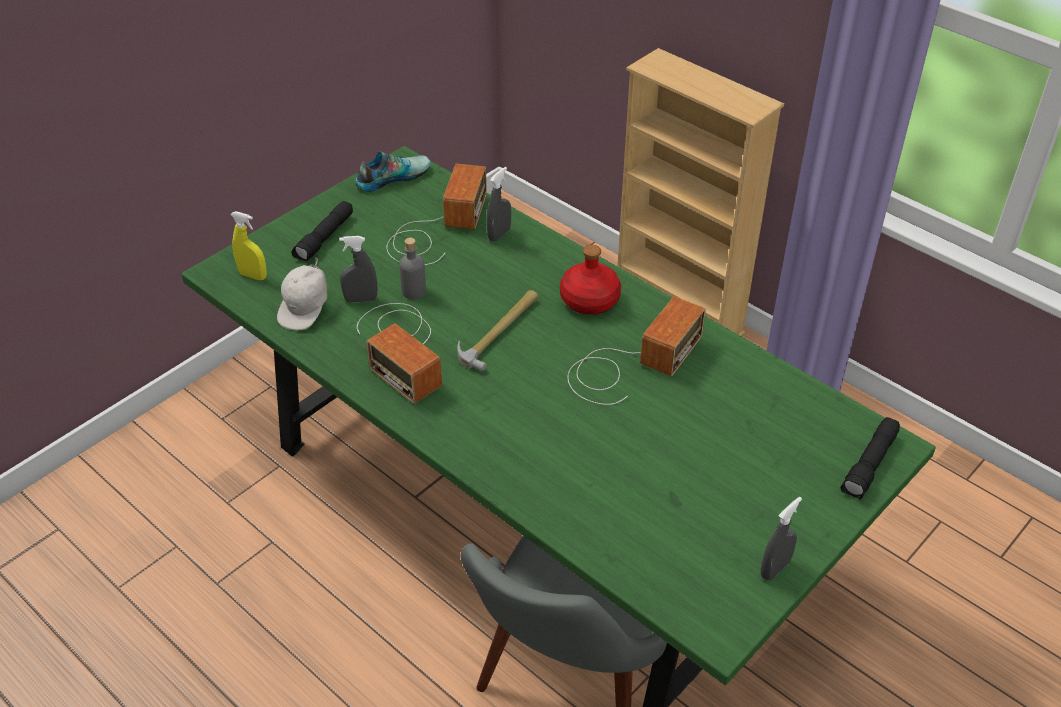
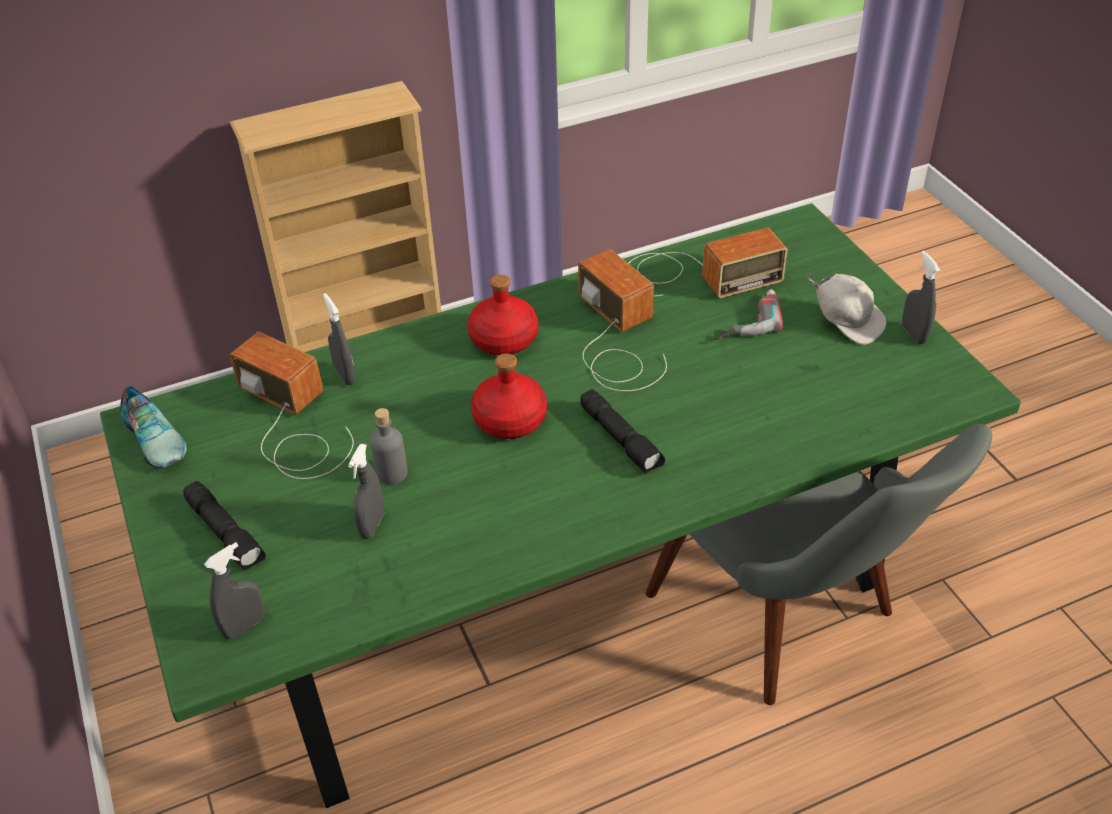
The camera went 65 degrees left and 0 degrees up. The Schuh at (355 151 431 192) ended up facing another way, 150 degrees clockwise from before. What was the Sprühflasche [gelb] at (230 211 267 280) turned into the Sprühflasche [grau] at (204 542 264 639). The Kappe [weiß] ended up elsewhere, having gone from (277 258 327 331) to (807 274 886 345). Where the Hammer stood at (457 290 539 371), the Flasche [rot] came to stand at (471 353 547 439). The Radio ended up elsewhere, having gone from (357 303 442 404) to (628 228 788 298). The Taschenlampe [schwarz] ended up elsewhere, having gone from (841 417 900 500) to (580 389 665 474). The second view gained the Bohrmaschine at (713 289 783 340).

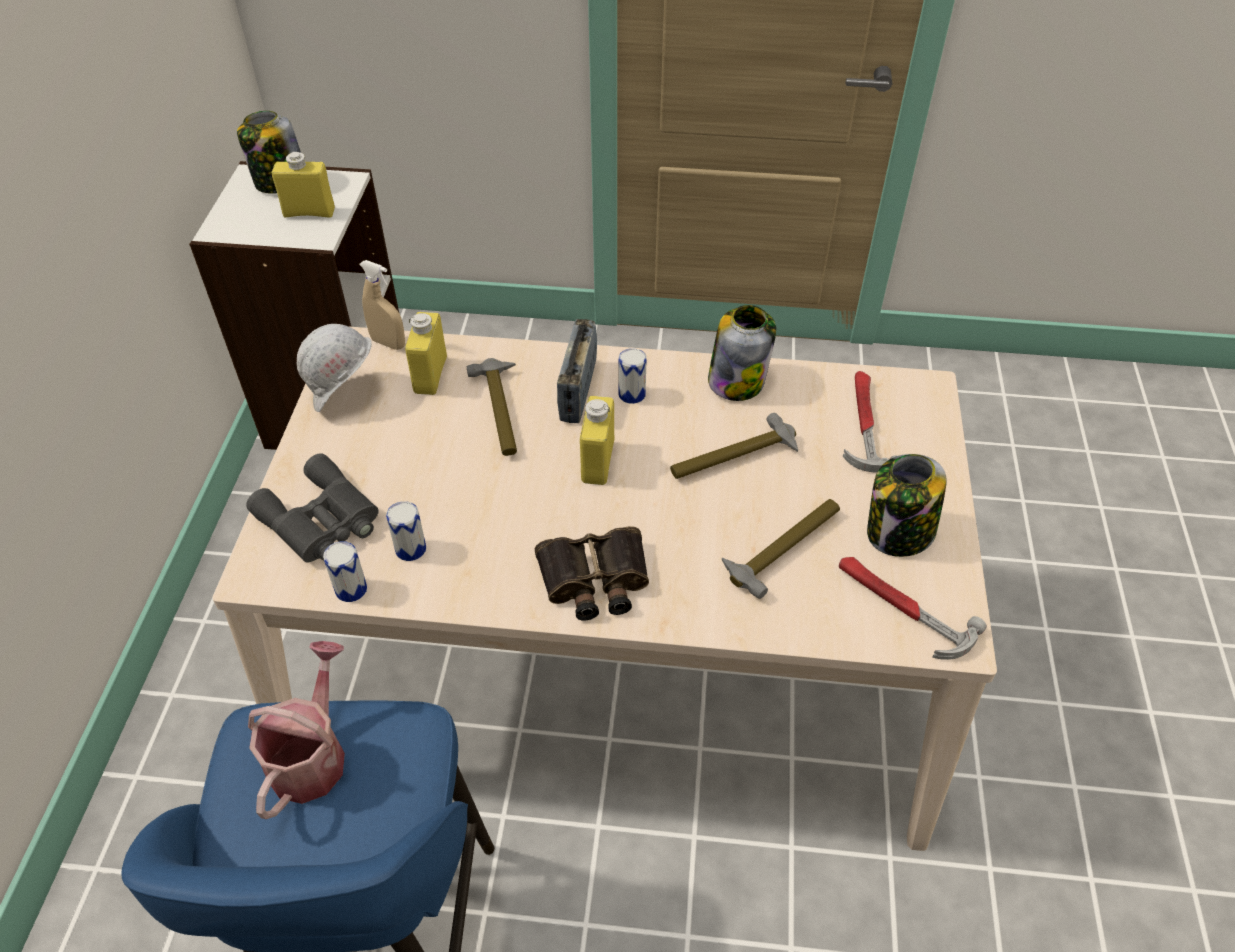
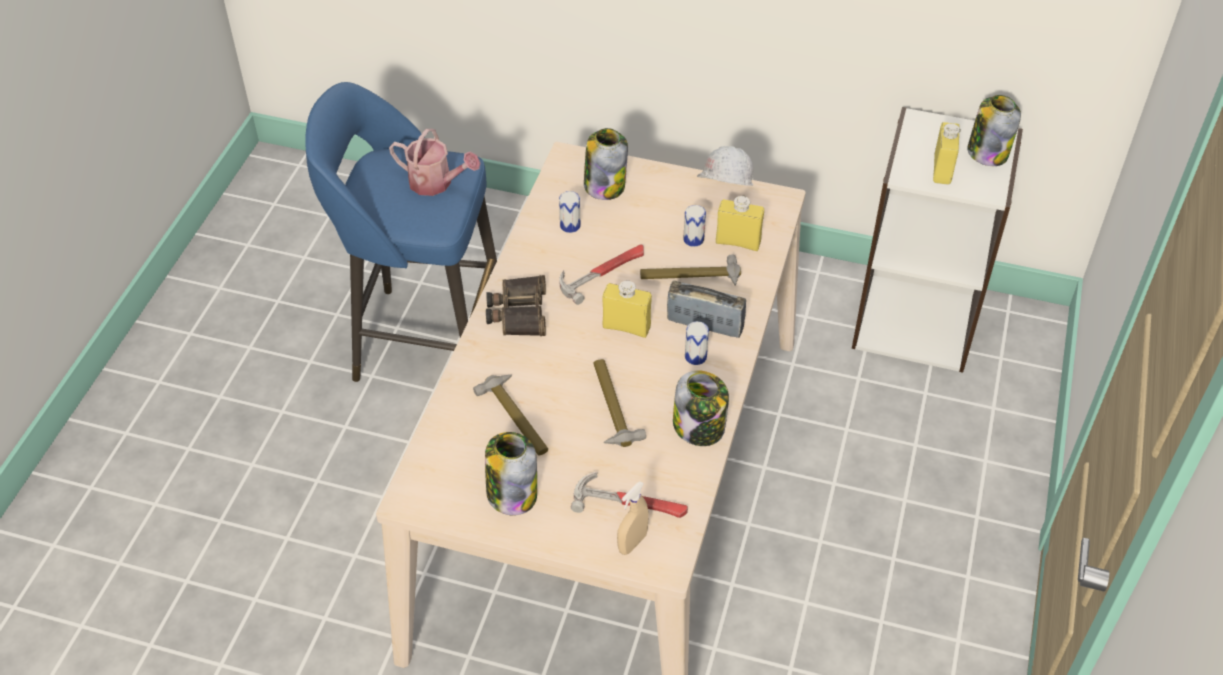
The camera went 100 degrees right and 0 degrees up. The Sprühflasche [beige] ended up elsewhere, having gone from (359 260 405 350) to (617 481 649 555). Where the Fernglas [grau] stood at (246 453 379 563), the Vorratsglas came to stand at (584 128 628 200). The Dose ended up elsewhere, having gone from (323 541 367 602) to (683 205 706 247). The Hammer ended up elsewhere, having gone from (839 557 987 660) to (559 244 644 305).

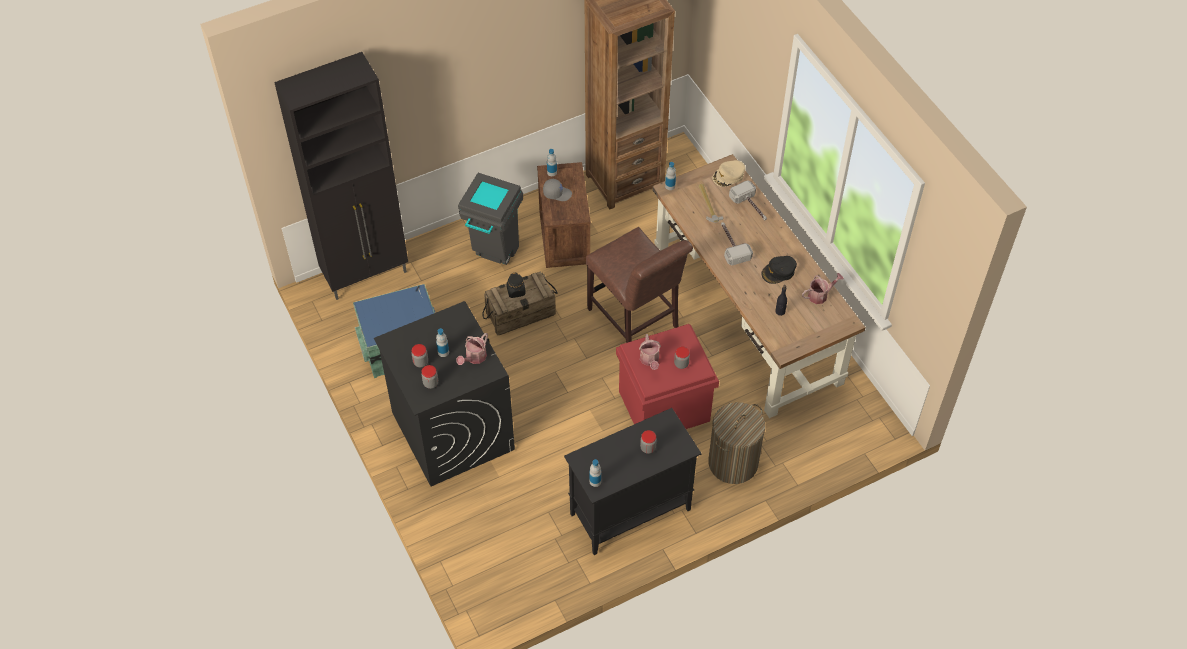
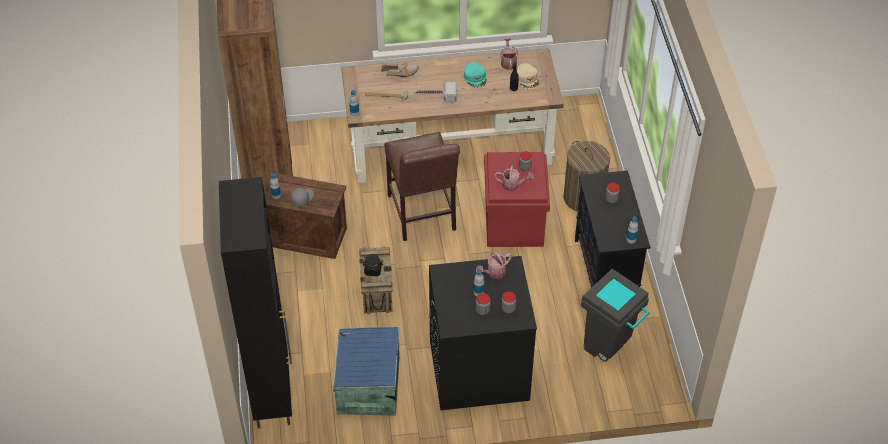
The camera went 70 degrees left and 5 degrees down. The Kappe [beige] ended up elsewhere, having gone from (712 160 746 187) to (517 63 539 89). The Mülleimer [grau] ended up elsewhere, having gone from (458 173 523 265) to (581 269 650 362). Where the Hammer stood at (729 180 767 221), the Schuh came to stand at (381 62 419 77). The Stuhl [braun] at (586 227 693 343) ended up facing another way, 90 degrees clockwise from before. What was the Kappe [schwarz] at (761 256 797 284) turned into the Kappe [türkis] at (464 62 487 88). The Gießkanne at (456 333 488 365) ended up facing another way, 90 degrees clockwise from before.

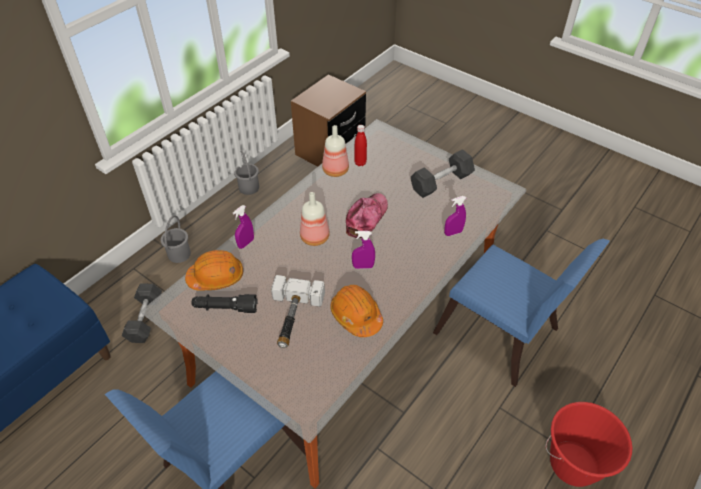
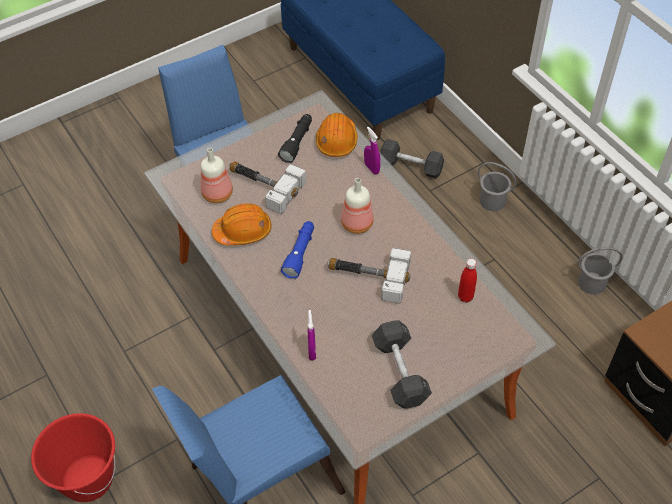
The camera went 110 degrees right and 5 degrees up. The Flasche ended up elsewhere, having gone from (322 125 349 177) to (201 148 233 203). Where the Kappe stood at (346 193 388 238), the Hammer came to stand at (327 248 411 303). Where the Sprühflasche [lila] stood at (352 231 375 269), the Taschenlampe [blau] came to stand at (281 221 314 279).

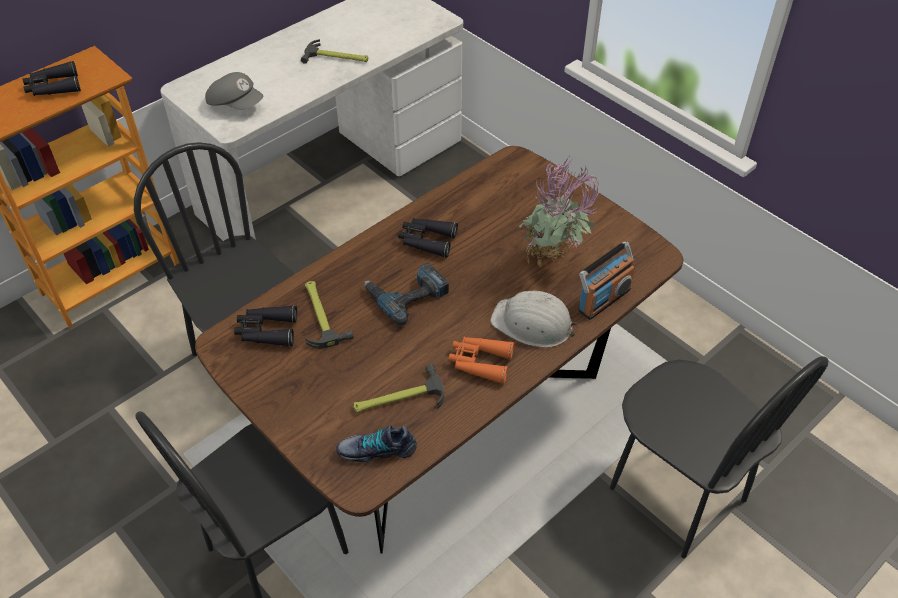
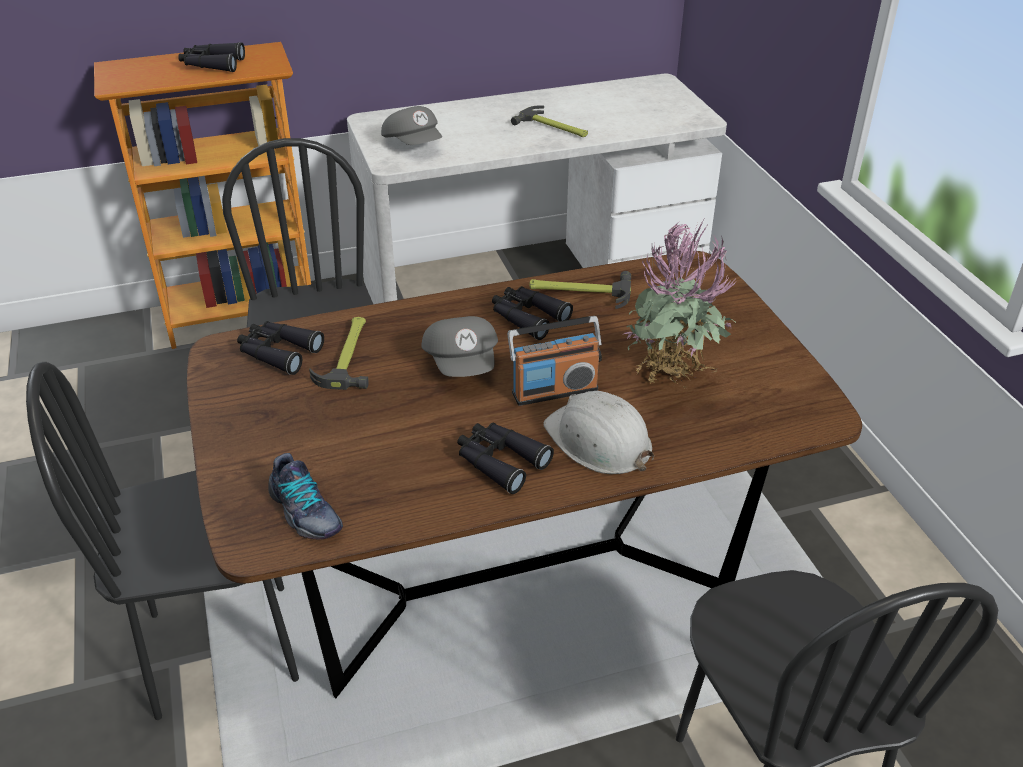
The camera went 25 degrees right and 10 degrees down. The Radio ended up elsewhere, having gone from (579 241 635 320) to (508 316 602 406). Where the Bohrmaschine stood at (364 263 449 326), the Kappe [grau] came to stand at (422 316 498 377). What was the Fernglas [orange] at (448 337 514 384) turned into the Fernglas [schwarz] at (457 422 554 494). The Hammer ended up elsewhere, having gone from (354 364 444 413) to (529 271 631 309). The Schuh at (336 425 417 462) ended up facing another way, 150 degrees counterclockwise from before.

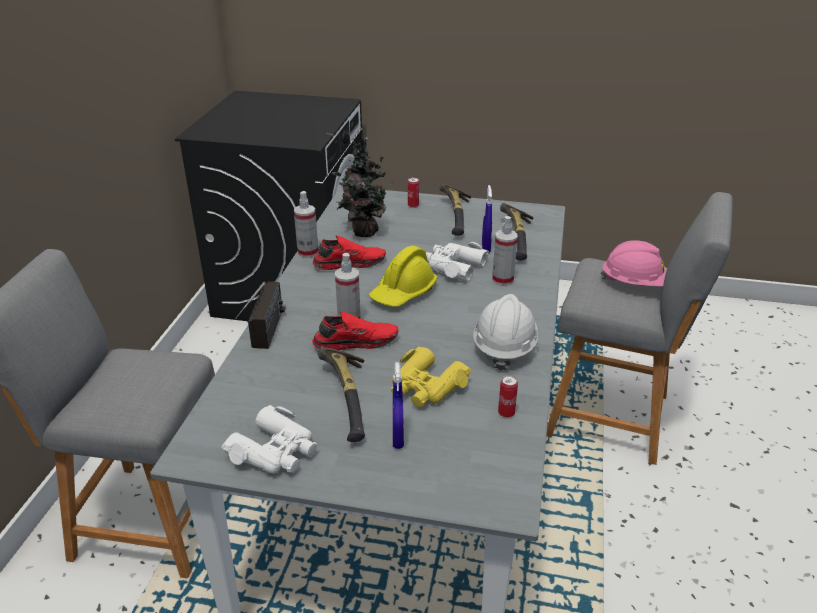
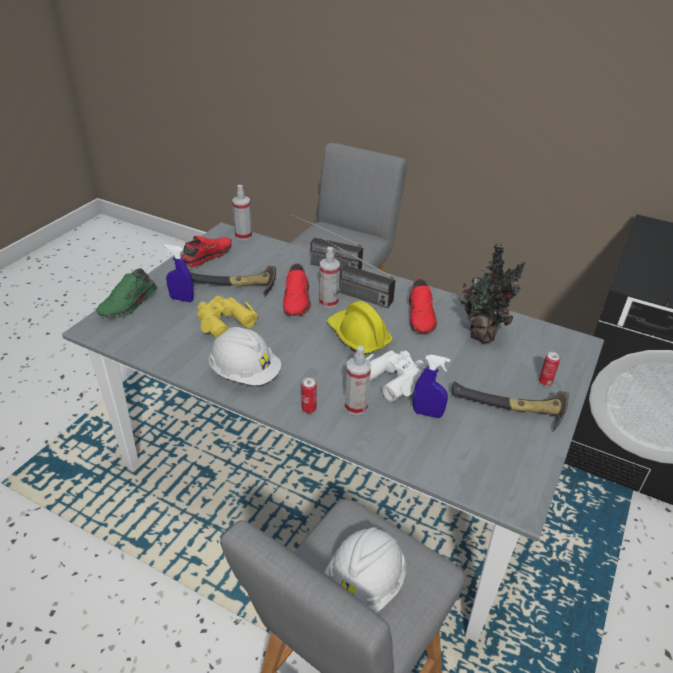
The camera went 105 degrees right and 5 degrees up. The Sprühflasche ended up elsewhere, having gone from (294 191 318 258) to (232 185 252 240). The second view lost the Hammer at (500 203 534 261). What was the Schutzhelm [rosa] at (601 240 667 287) turned into the Schutzhelm [weiß] at (325 527 406 613). The Dose ended up elsewhere, having gone from (498 375 518 418) to (302 378 317 413). Where the Fernglas [weiß] stood at (222 405 317 474), the Schuh [rot] came to stand at (181 236 232 268). The second view gained the Radio at (320 237 396 308). The second view gained the Schuh [grün] at (96 268 157 318).

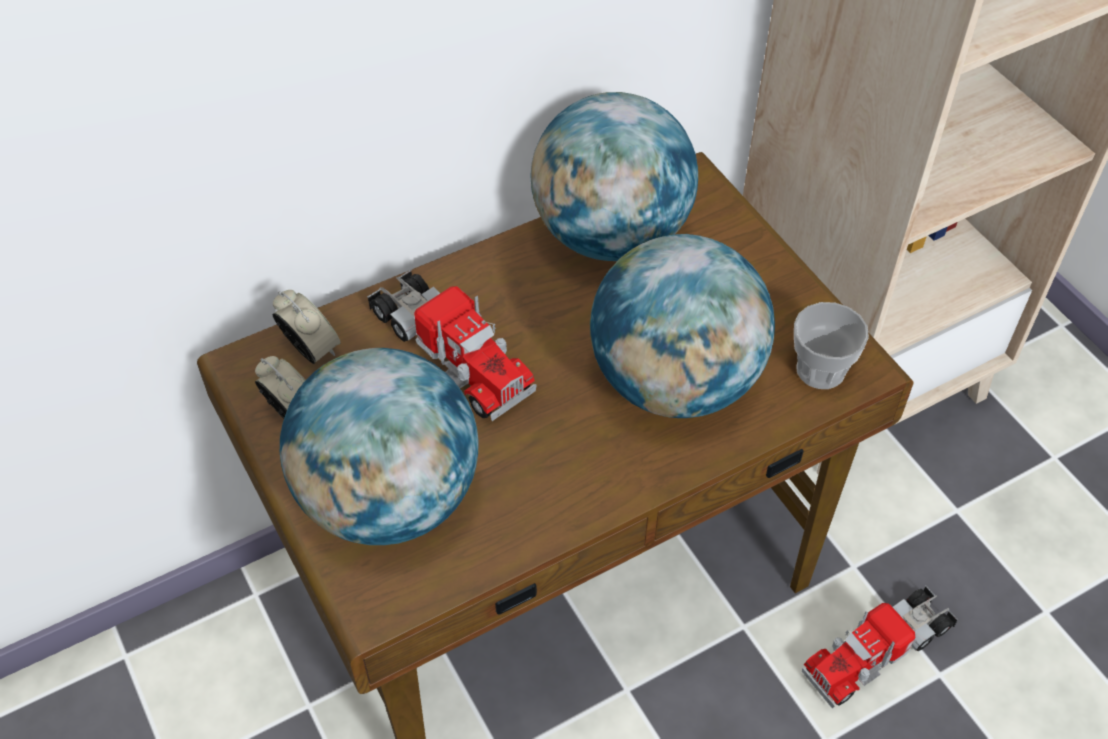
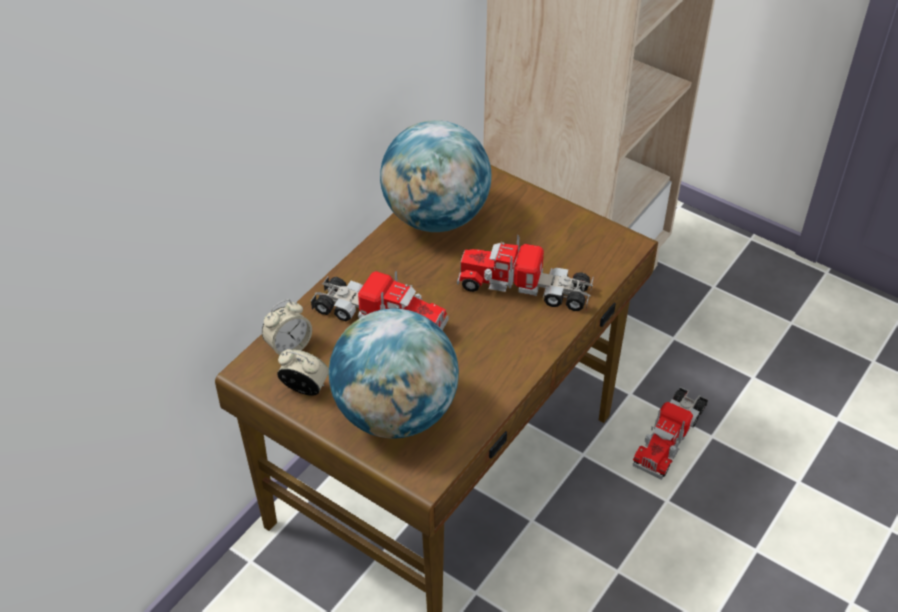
The camera went 25 degrees left and 5 degrees down. Where the Globus stood at (590 234 775 418), the Spielzeuglaster came to stand at (457 235 594 311). The Wecker at (273 290 341 364) ended up facing another way, 120 degrees clockwise from before. The second view lost the Tasse at (794 302 869 389).

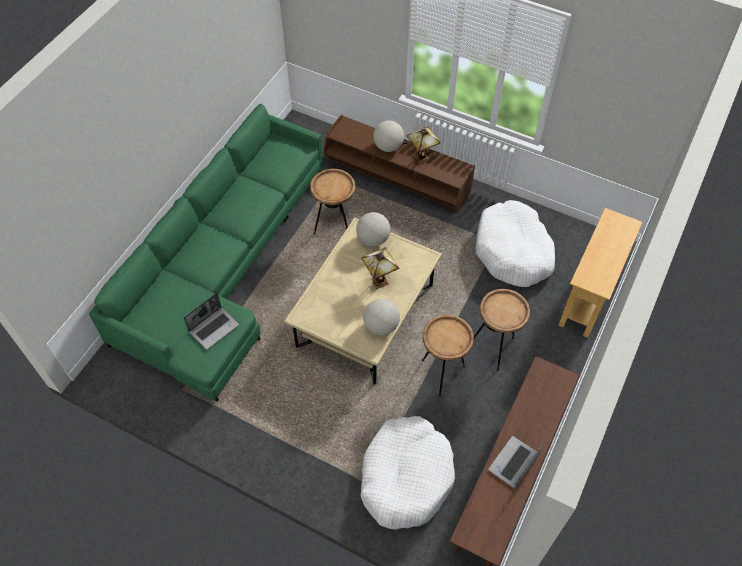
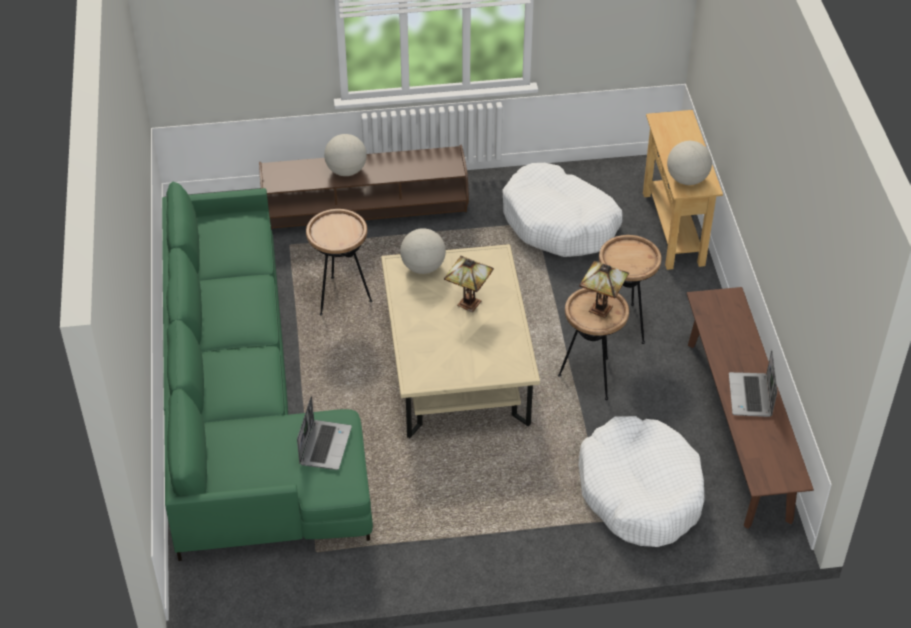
The camera went 35 degrees left and 10 degrees down. The Tischlampe ended up elsewhere, having gone from (406 126 441 164) to (579 261 629 318). The Globus ended up elsewhere, having gone from (363 299 400 335) to (667 141 712 185).

